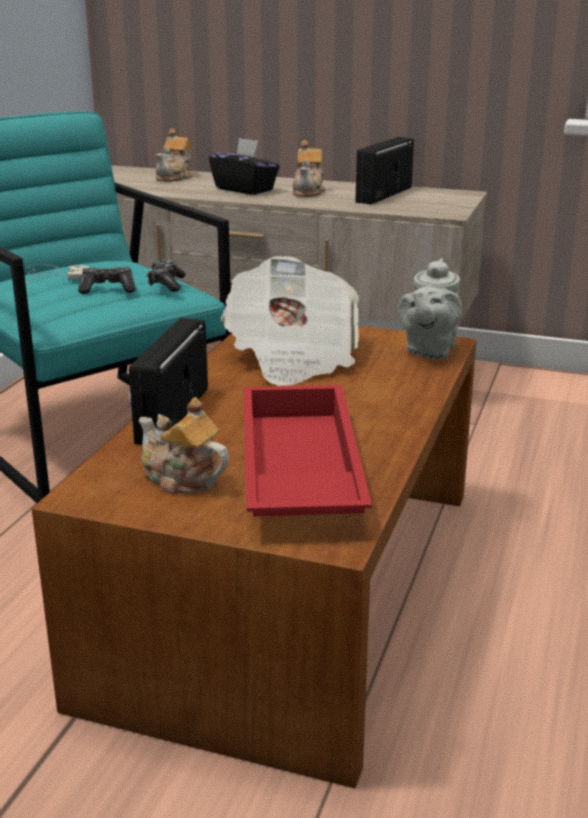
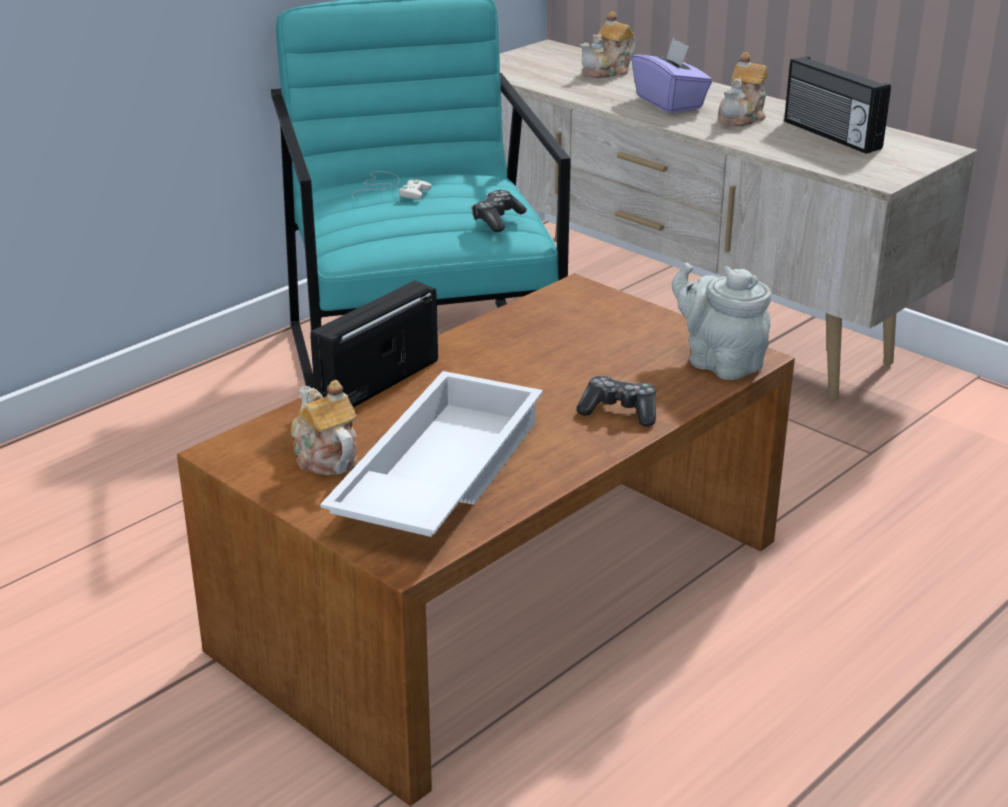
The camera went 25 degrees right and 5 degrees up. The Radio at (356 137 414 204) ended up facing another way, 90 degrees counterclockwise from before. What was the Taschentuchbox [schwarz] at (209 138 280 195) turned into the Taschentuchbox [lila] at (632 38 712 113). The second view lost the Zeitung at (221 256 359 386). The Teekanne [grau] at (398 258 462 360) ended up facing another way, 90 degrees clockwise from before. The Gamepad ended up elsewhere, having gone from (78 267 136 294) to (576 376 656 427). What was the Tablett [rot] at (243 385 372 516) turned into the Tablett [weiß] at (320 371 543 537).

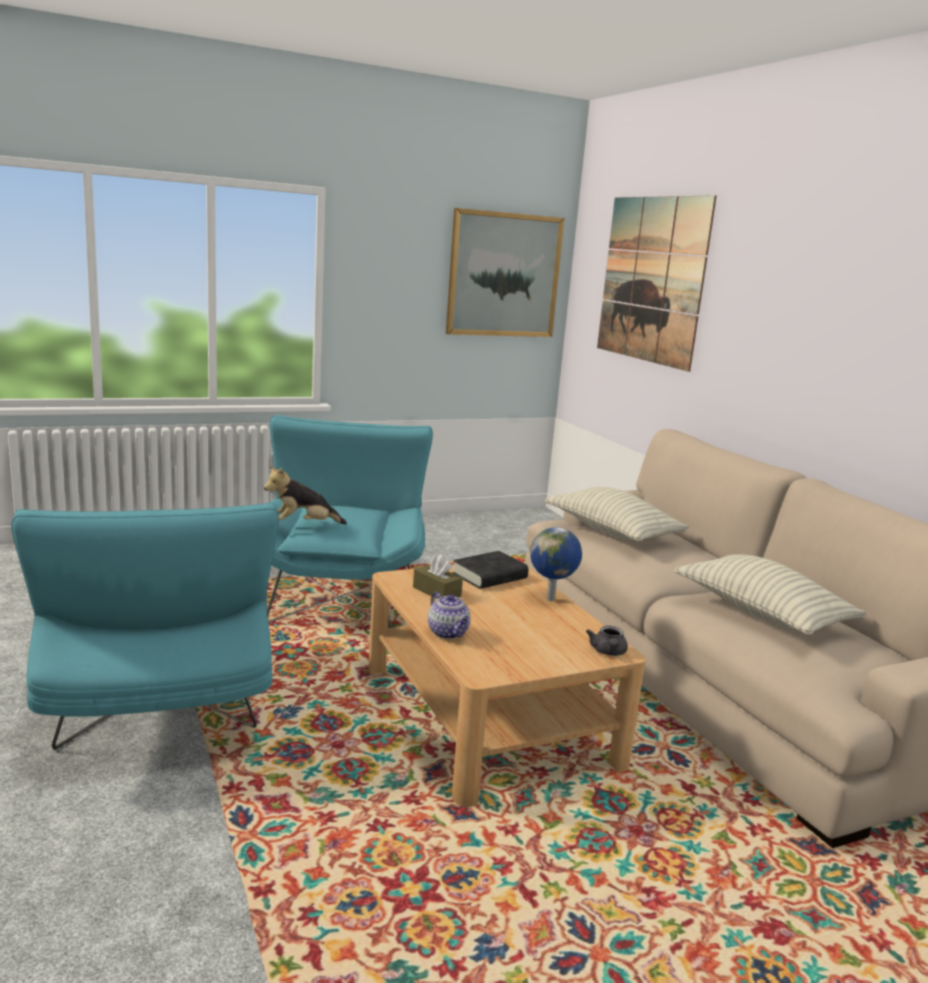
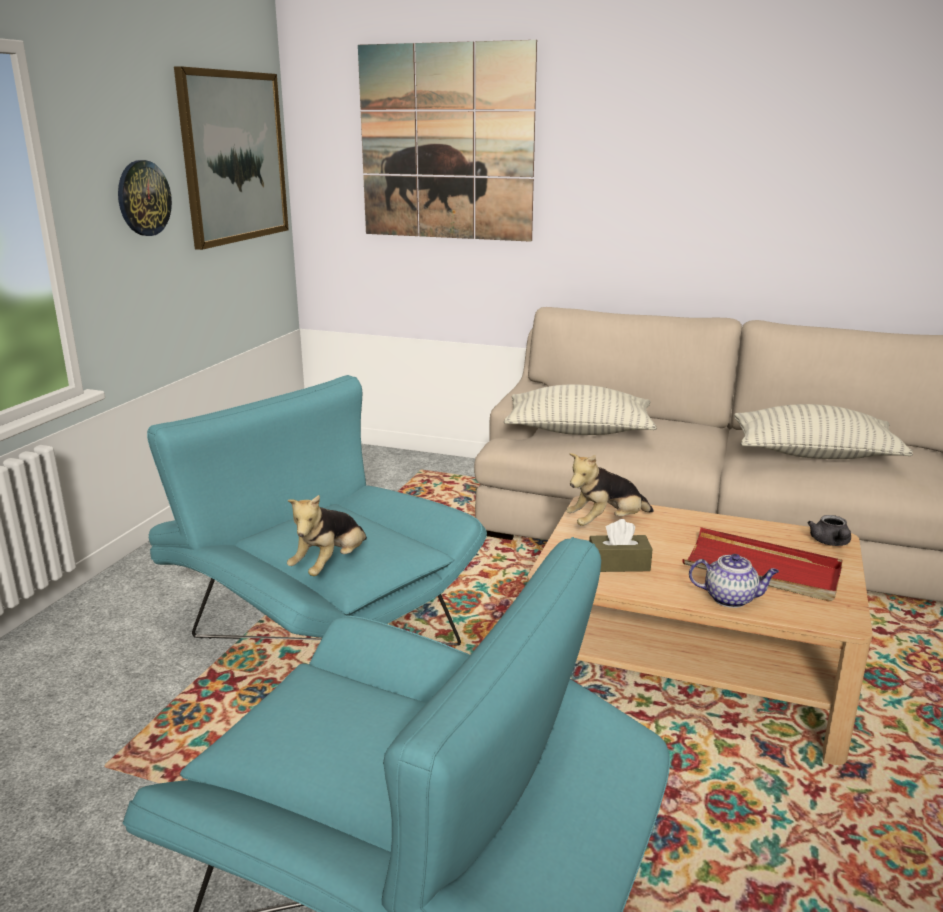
The camera went 45 degrees left and 5 degrees up. The second view lost the Globus at (530 527 582 601). Where the Buch [schwarz] stood at (452 551 528 589), the Plüschtier came to stand at (566 453 653 526). The Teekanne [grau] at (586 626 628 656) ended up facing another way, 45 degrees clockwise from before. The second view gained the Wanduhr at (118 160 172 236). The second view gained the Tablett [rot] at (683 527 842 601).

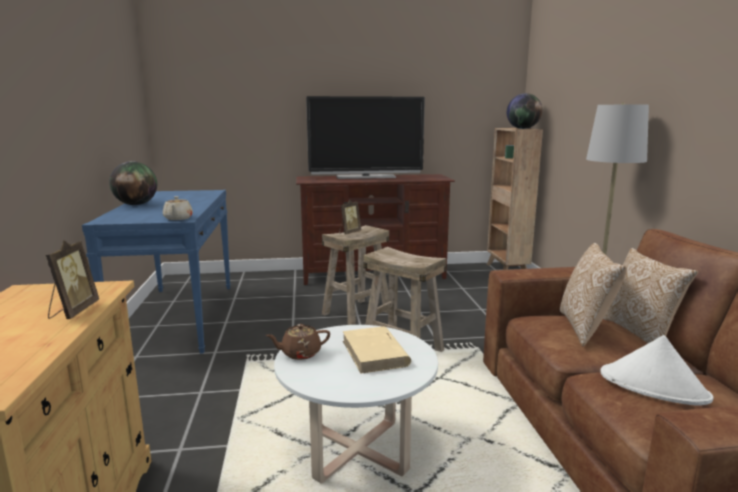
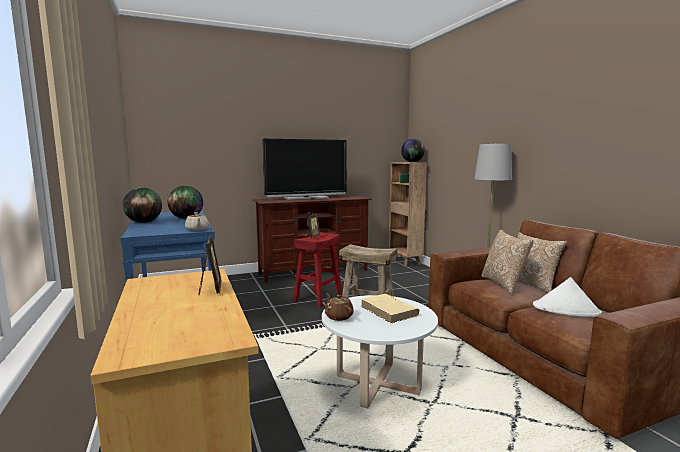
The camera went 15 degrees left and 5 degrees down. What was the Hocker [beige] at (322 225 389 325) turned into the Hocker [rot] at (293 232 343 308). The Teekanne [braun] at (266 324 330 360) ended up facing another way, 90 degrees clockwise from before. The second view gained the Globus at (168 186 203 219).

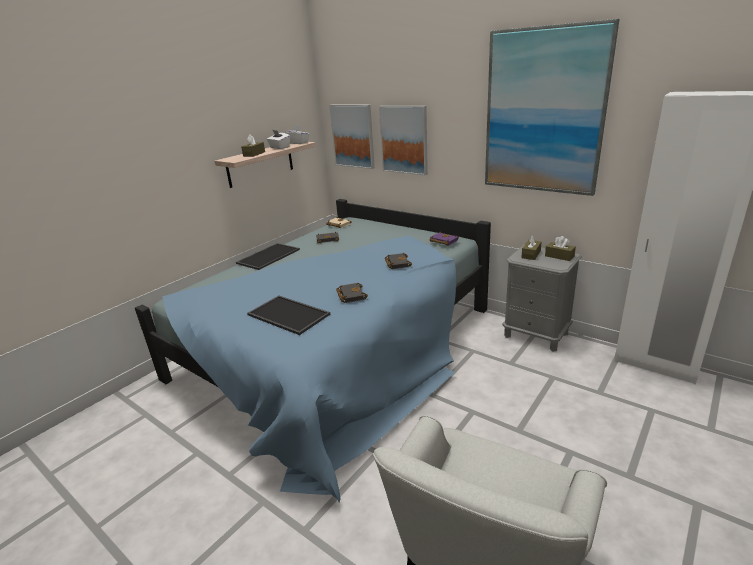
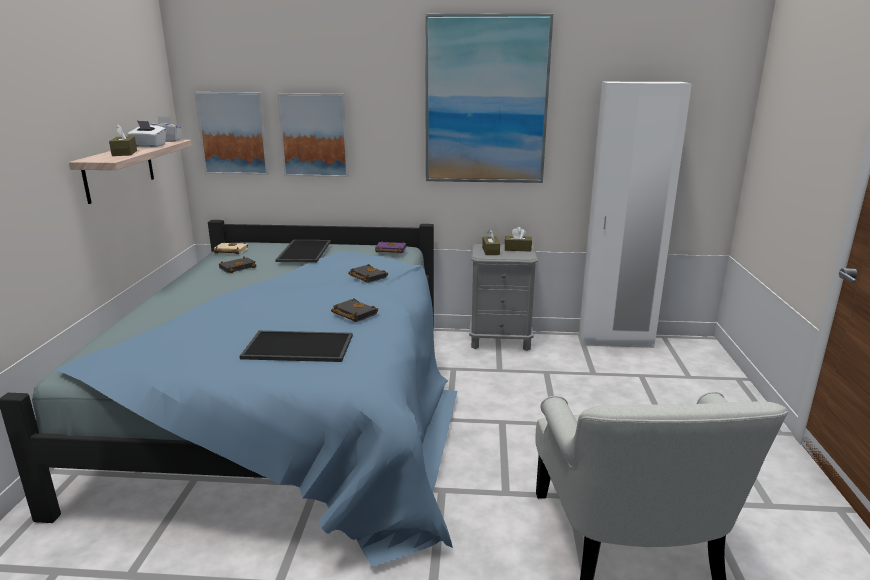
The camera went 35 degrees left and 5 degrees down. The Tablett ended up elsewhere, having gone from (236 243 300 270) to (275 240 331 263).

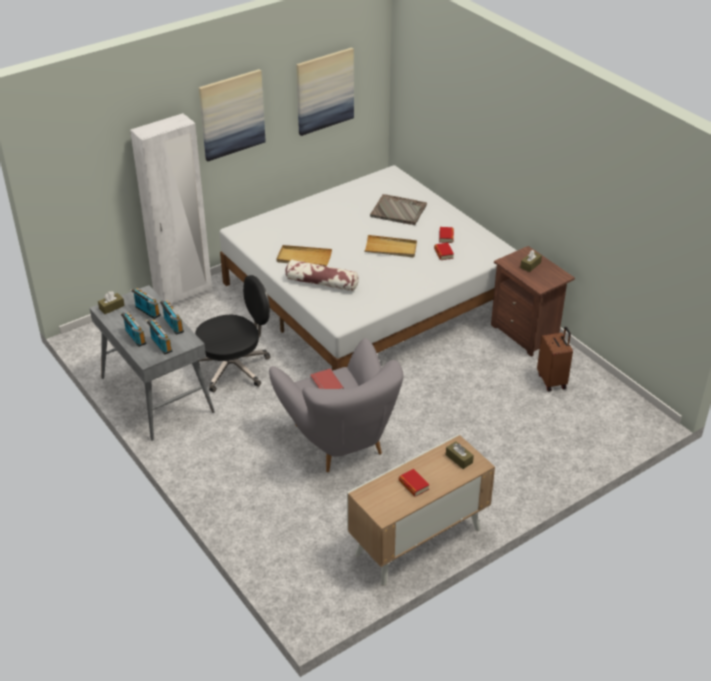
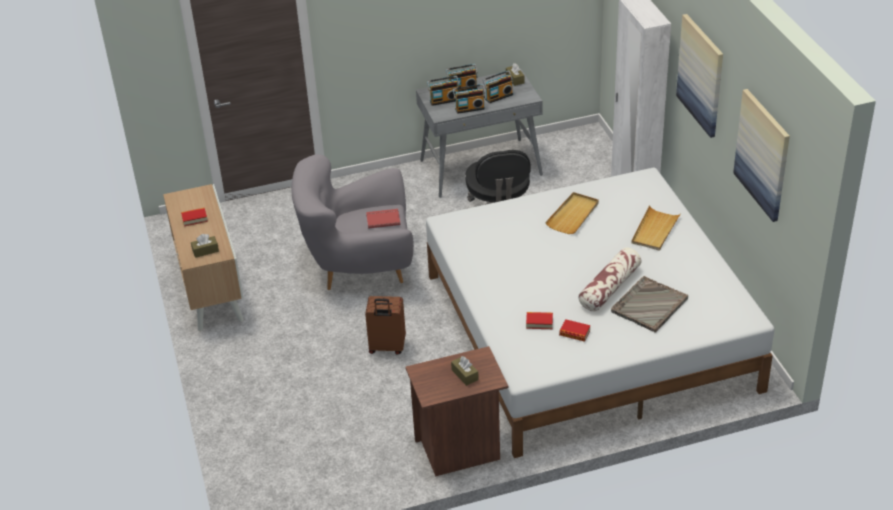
The camera went 110 degrees right and 0 degrees up. The Tablett [beige] ended up elsewhere, having gone from (364 235 417 257) to (631 205 681 251). The Kissen ended up elsewhere, having gone from (286 260 359 291) to (578 247 641 311). The Koffer [braun] ended up elsewhere, having gone from (537 327 573 392) to (365 296 406 355).

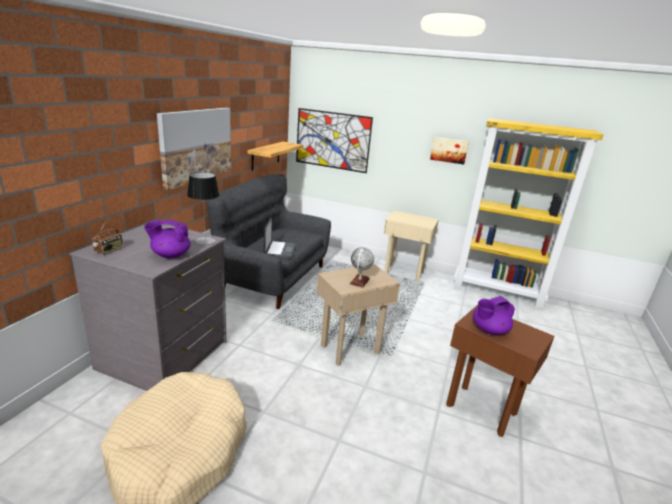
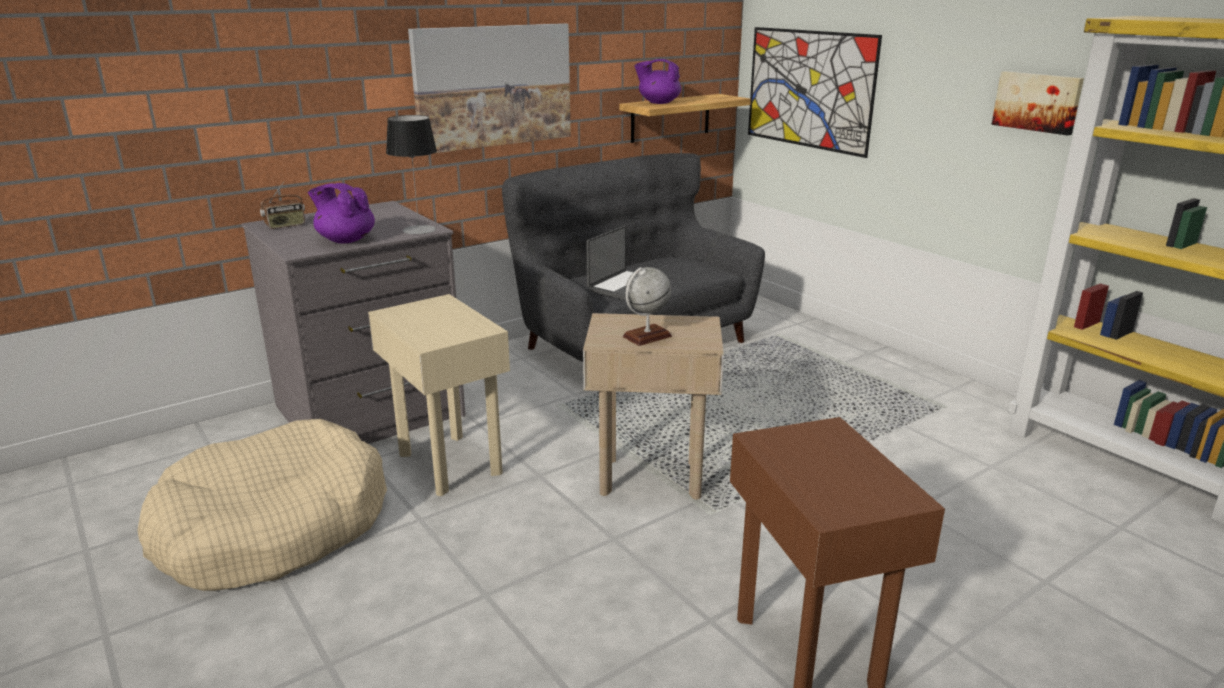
The camera went 35 degrees right and 0 degrees up. The Beistelltisch [beige] ended up elsewhere, having gone from (384 211 439 282) to (368 294 510 496). The Teekanne [lila] ended up elsewhere, having gone from (473 296 515 335) to (635 59 681 104).

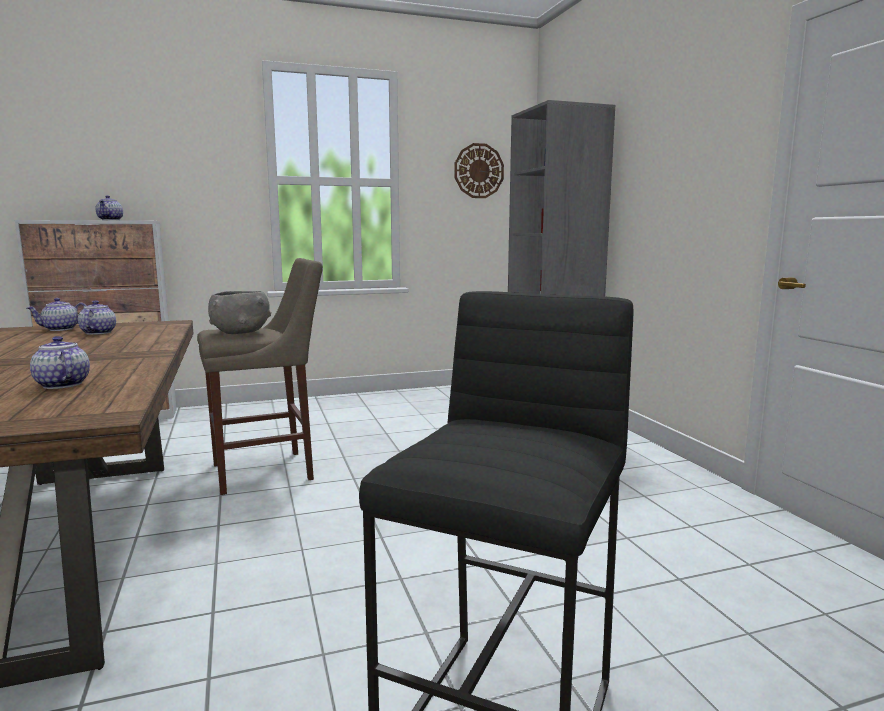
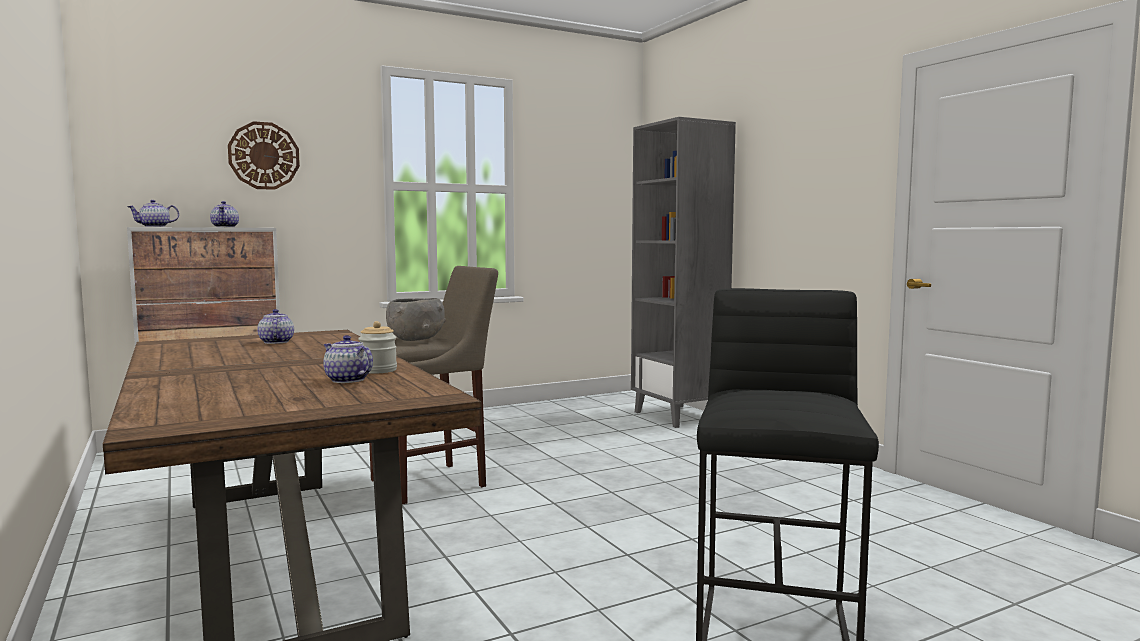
The camera went 10 degrees left and 5 degrees down. The Wanduhr ended up elsewhere, having gone from (454 143 504 198) to (228 121 300 190). The Teekanne ended up elsewhere, having gone from (27 298 86 331) to (127 200 179 227). The second view gained the Vorratsglas at (358 321 397 374).

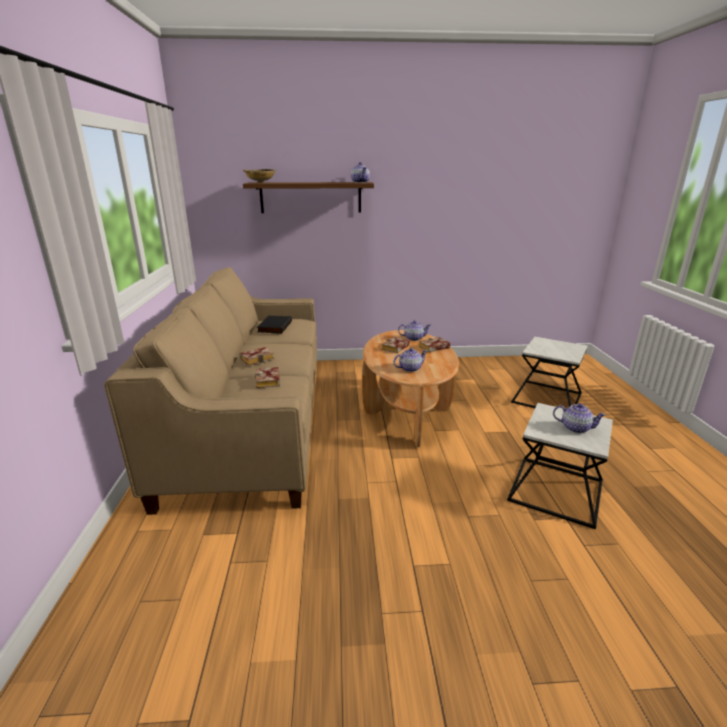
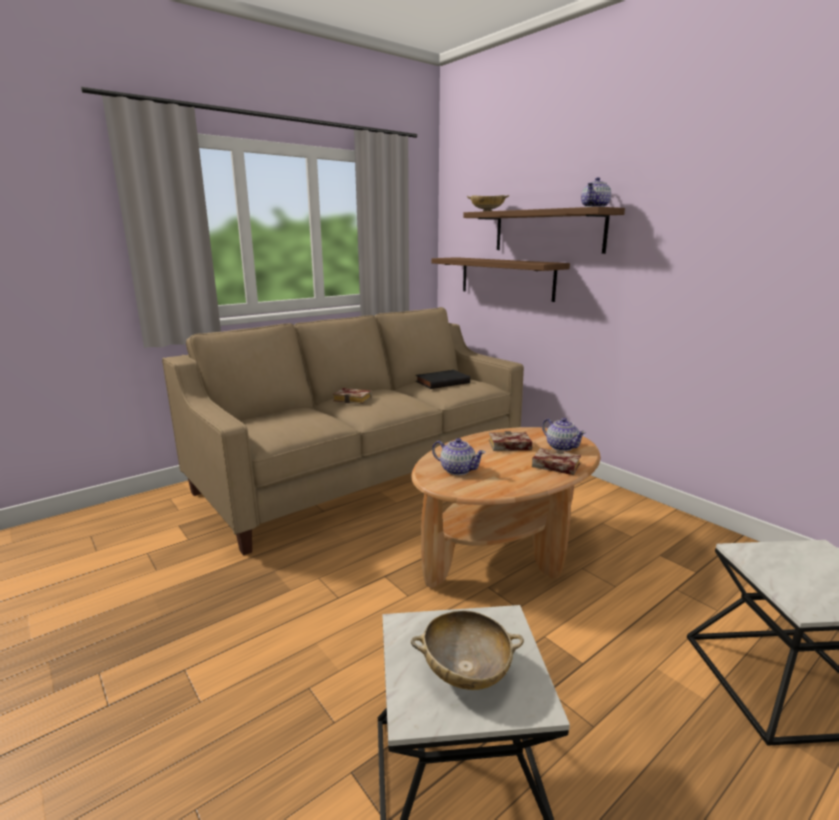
The camera went 55 degrees right and 5 degrees down. The second view lost the Buch at (255 367 280 388). Where the Teekanne stood at (553 403 606 433), the Schüssel [beige] came to stand at (411 611 524 690). The second view gained the Wandregal at (432 257 570 302).

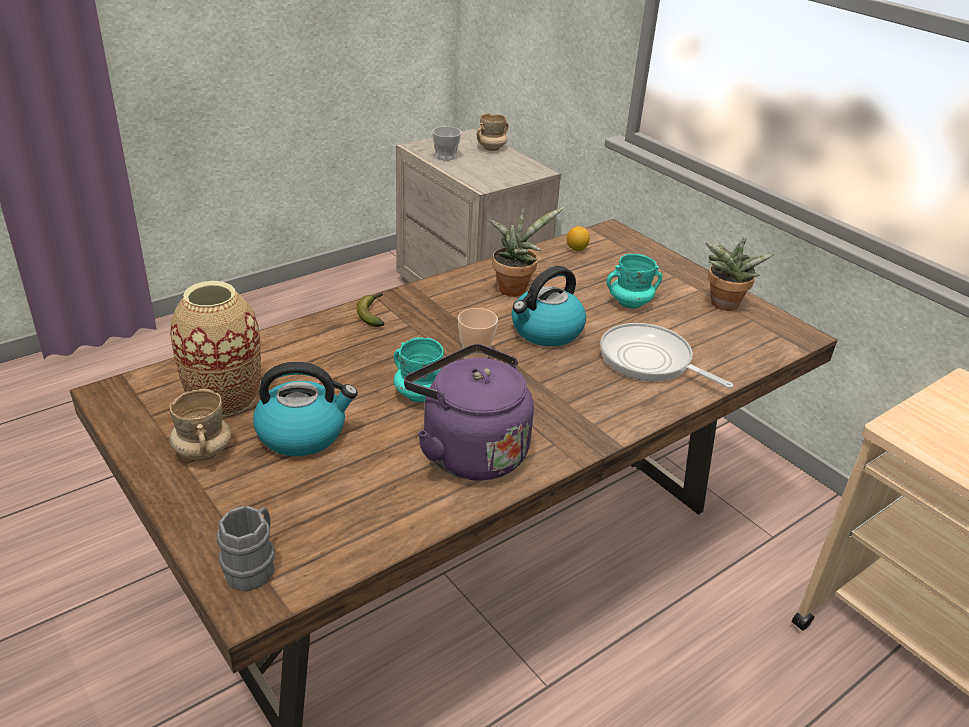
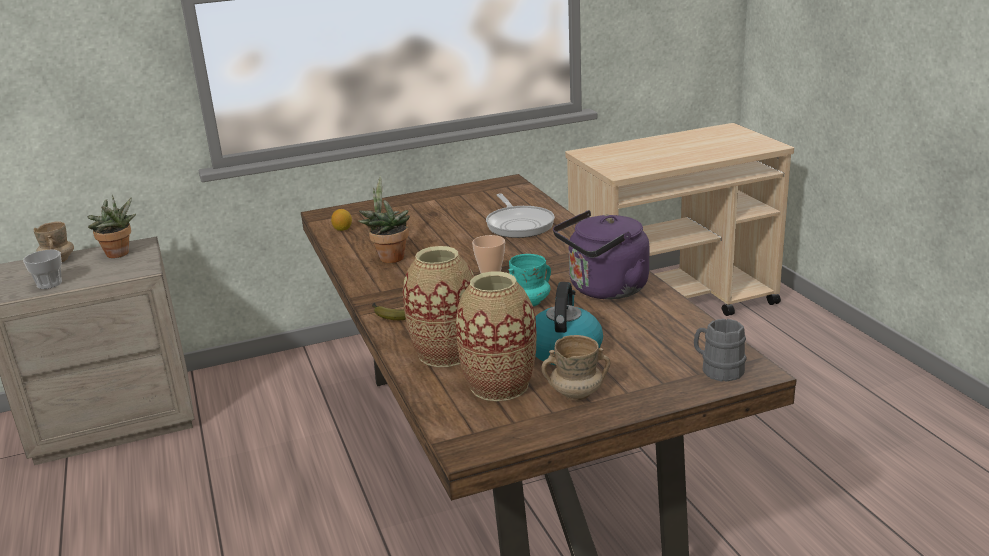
The camera went 70 degrees left and 10 degrees down. The Topfpflanze ended up elsewhere, having gone from (705 237 774 311) to (88 195 136 258). The second view lost the Henkelbecher [türkis] at (607 254 663 309). The second view lost the Wasserkessel at (512 266 586 346). The Pfanne at (600 323 734 388) ended up facing another way, 75 degrees counterclockwise from before. The second view gained the Vase at (403 246 474 367).

